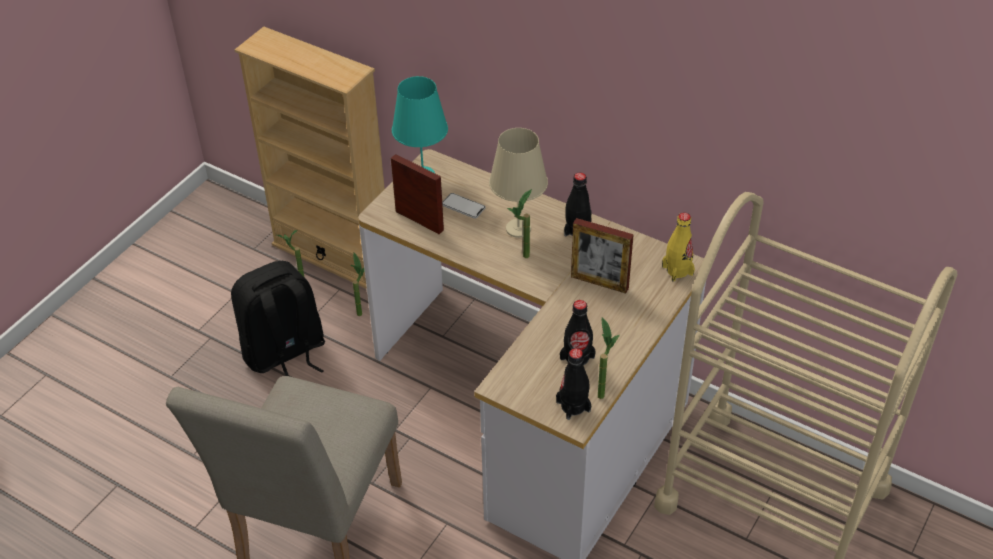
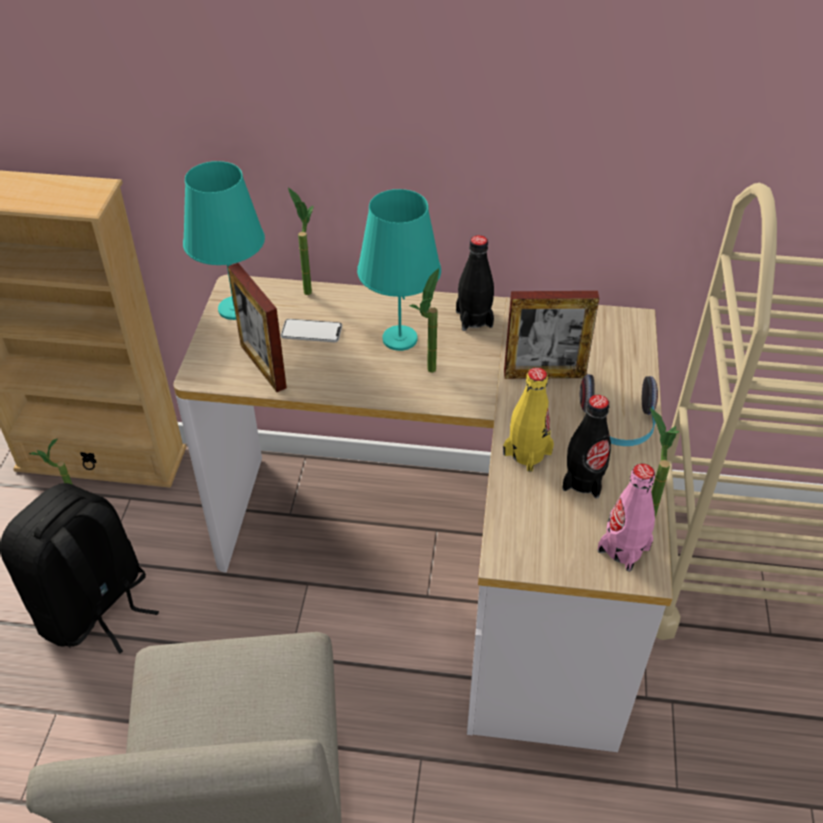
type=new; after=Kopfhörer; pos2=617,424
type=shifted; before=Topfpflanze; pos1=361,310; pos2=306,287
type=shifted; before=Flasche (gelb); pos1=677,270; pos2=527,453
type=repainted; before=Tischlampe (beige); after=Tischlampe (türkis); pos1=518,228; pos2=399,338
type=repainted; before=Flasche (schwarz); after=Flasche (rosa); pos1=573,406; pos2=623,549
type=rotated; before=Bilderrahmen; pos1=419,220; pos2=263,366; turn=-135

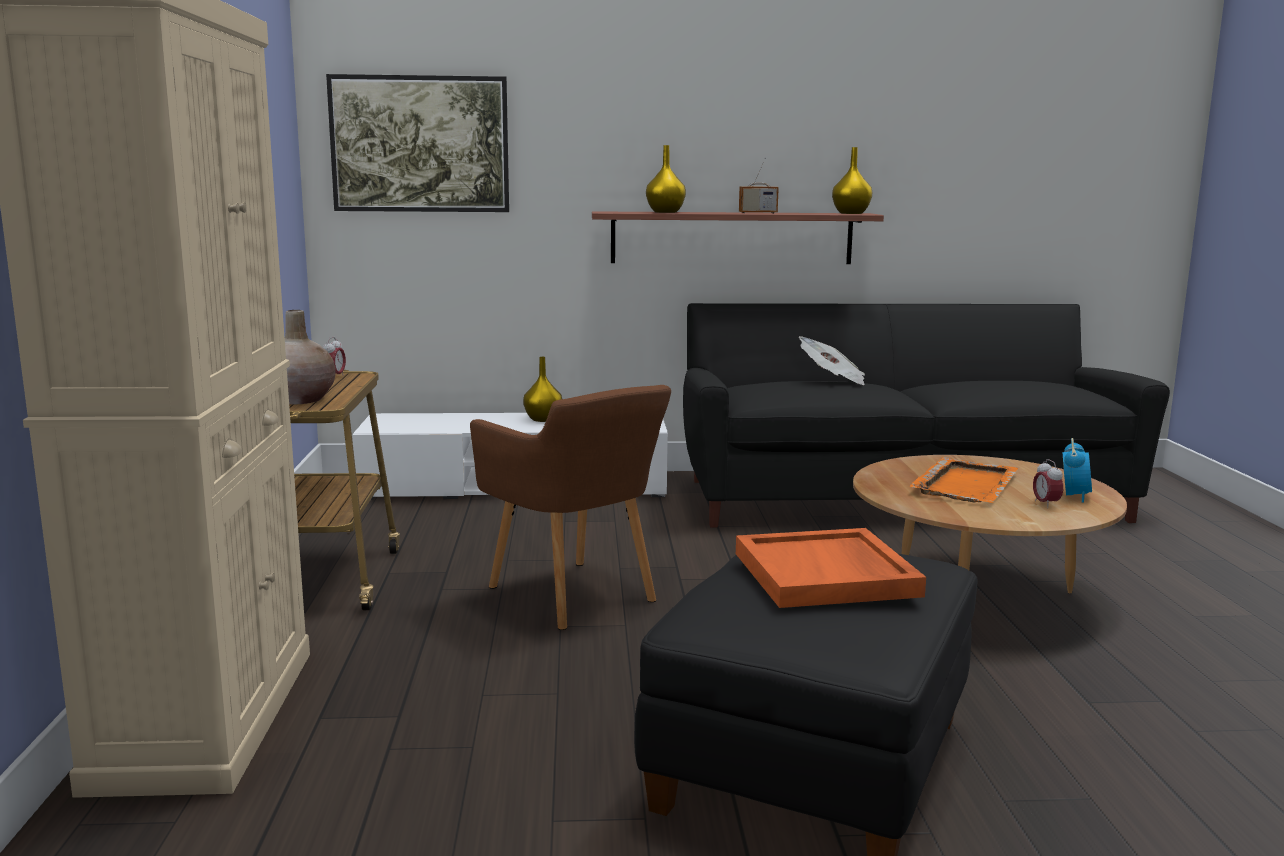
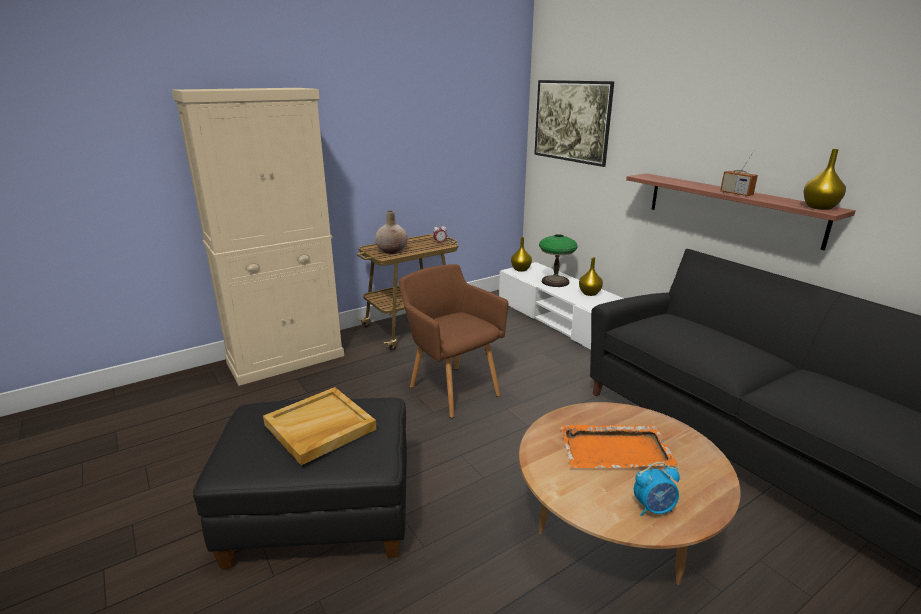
type=gone; before=Zeitung; pos1=832,380
type=gone; before=Wecker; pos1=1045,504
type=new; after=Tischlampe; pos2=555,282
type=shifted; before=Vase (gelb); pos1=665,212; pos2=520,269
type=repainted; before=Tablett (orange); after=Tablett (beige); pos1=827,574; pos2=319,428
type=rotated; before=Sessel (braun); pos1=575,597; pos2=451,388; turn=120

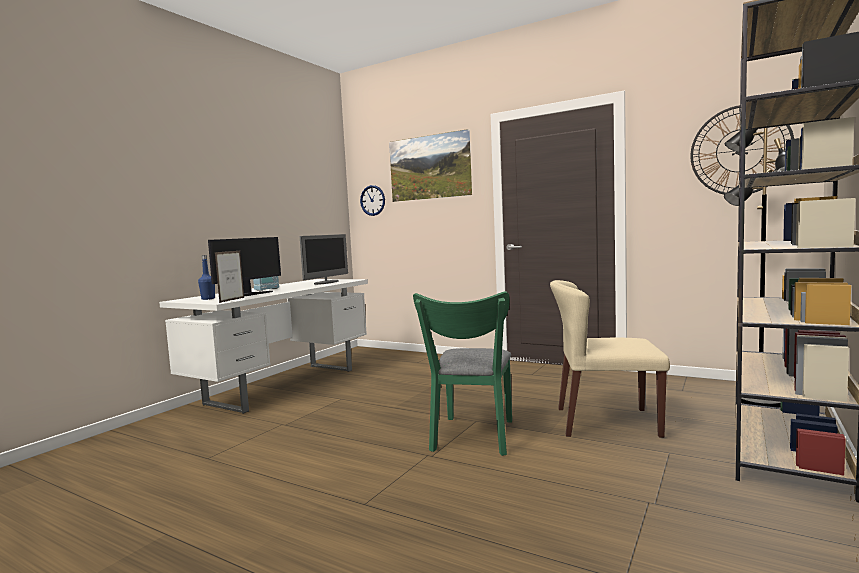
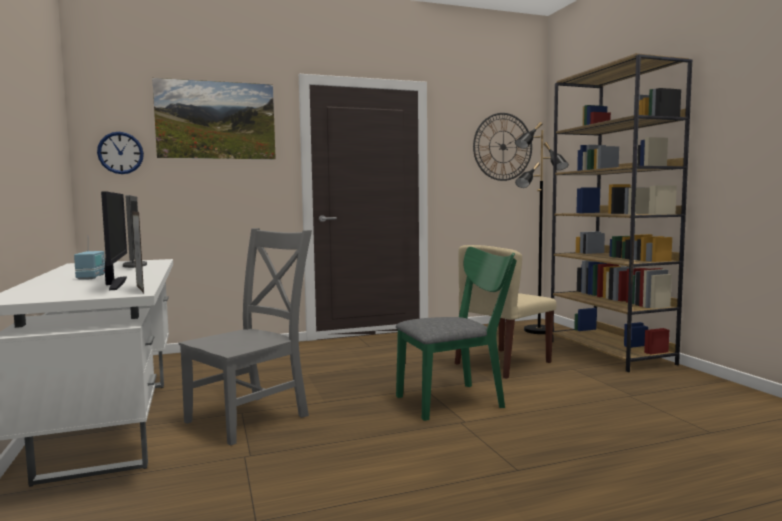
type=gone; before=Flasche (blau); pos1=208,299
type=new; after=Stuhl (grau); pos2=252,417
type=rotated; before=Stuhl (grün); pos1=472,438; pos2=456,400; turn=-75

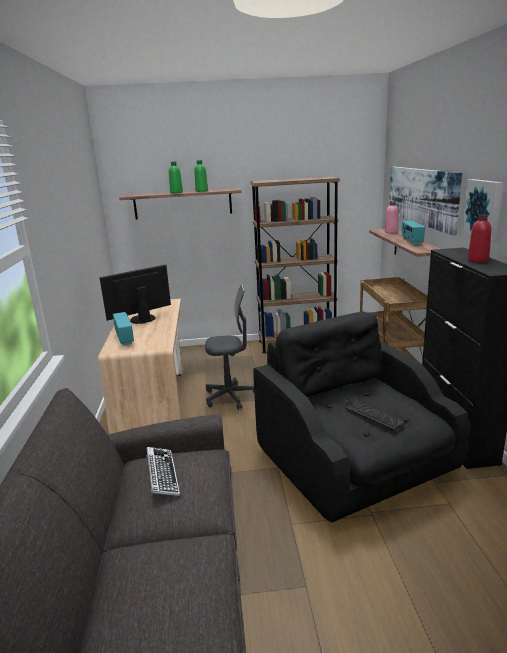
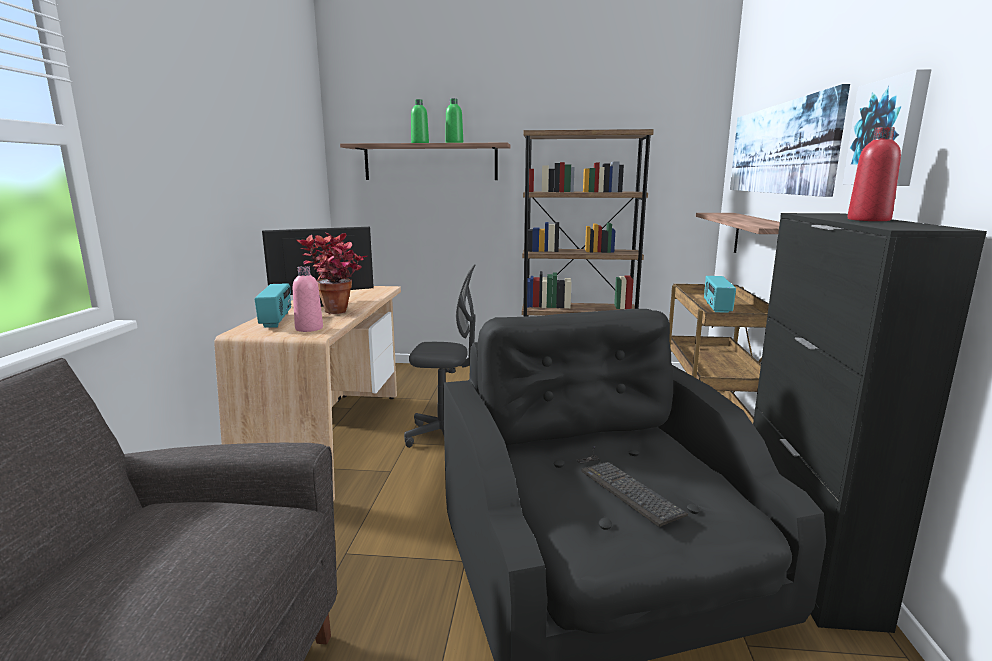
type=gone; before=Tastatur; pos1=162,475
type=new; after=Topfpflanze; pos2=337,314
type=shifted; before=Flasche (rosa); pos1=391,232; pos2=309,328
type=shifted; before=Radio; pos1=411,241; pos2=716,309

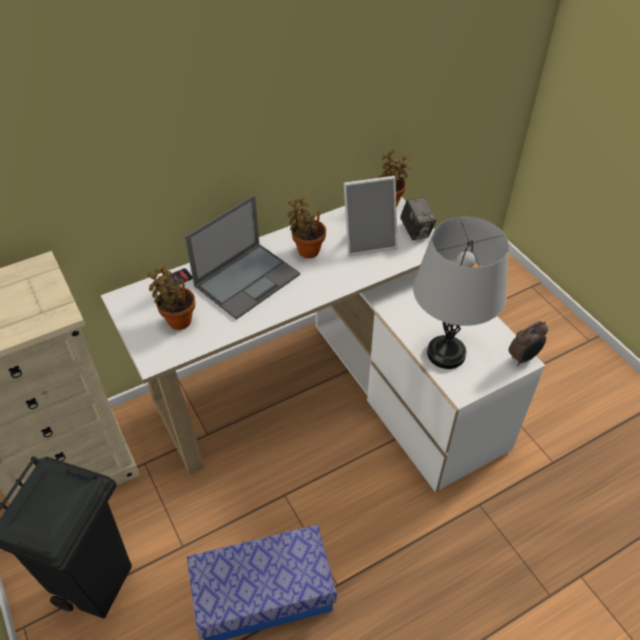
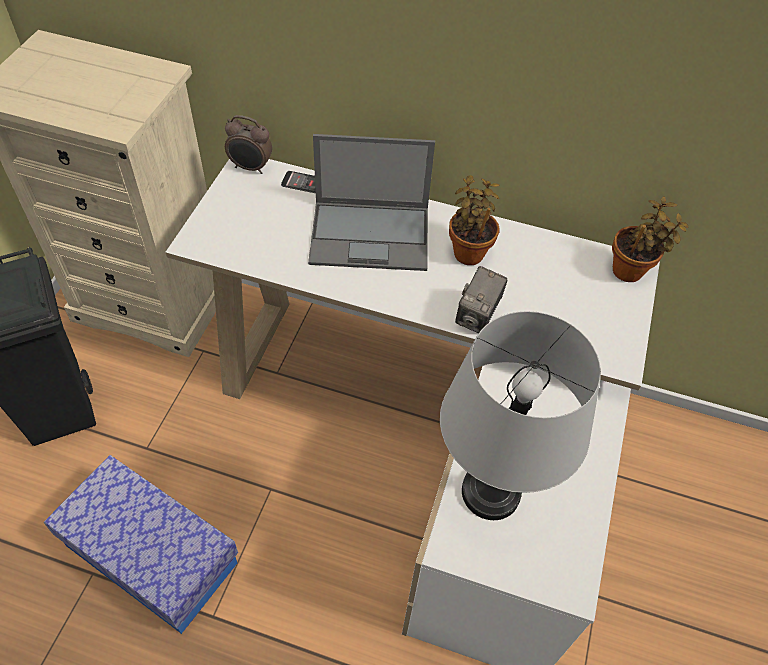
type=gone; before=Topfpflanze; pos1=177,320
type=gone; before=Bilderrahmen; pos1=368,241
type=shifted; before=Kamera; pos1=416,231; pos2=477,316
type=shifted; before=Wecker; pos1=523,358; pos2=251,168

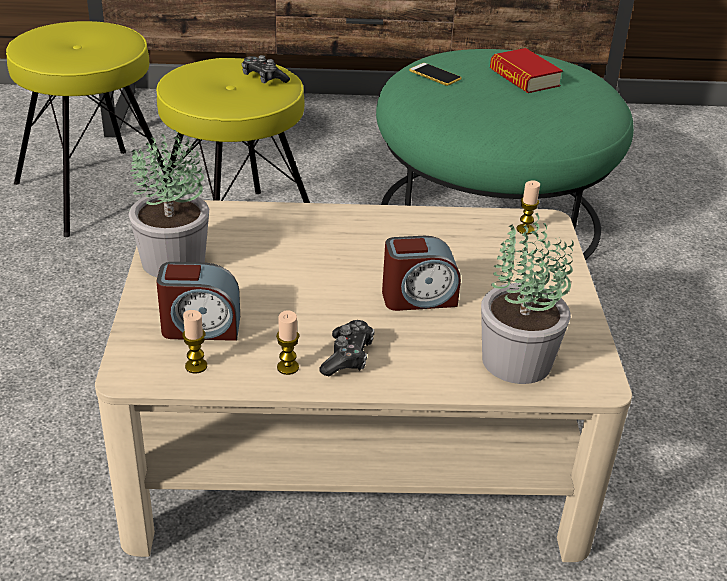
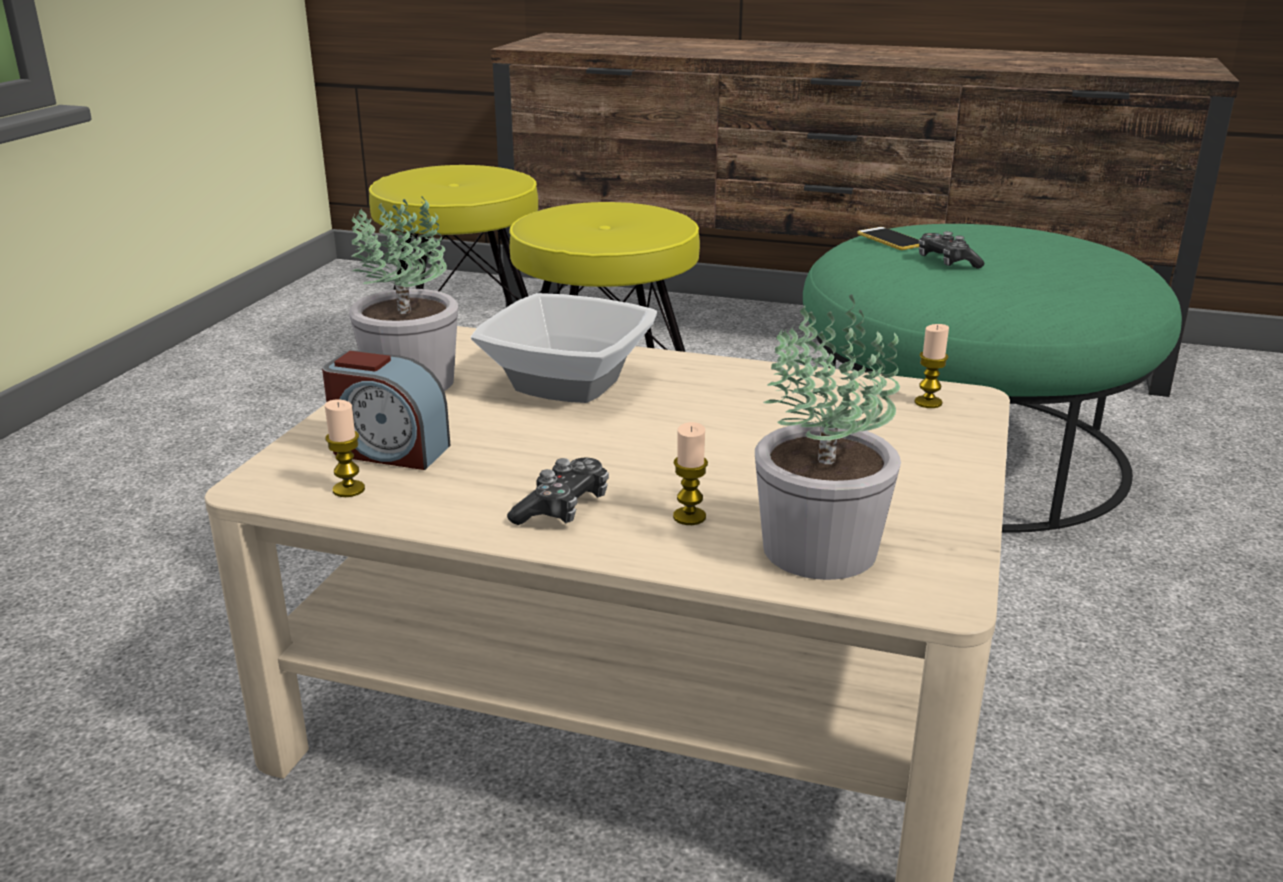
type=gone; before=Wecker; pos1=418,298
type=gone; before=Buch; pos1=524,78
type=new; after=Schüssel; pos2=571,383
type=shifted; before=Gamepad; pos1=263,78; pos2=946,262
type=shifted; before=Kerze; pos1=288,367; pos2=689,517

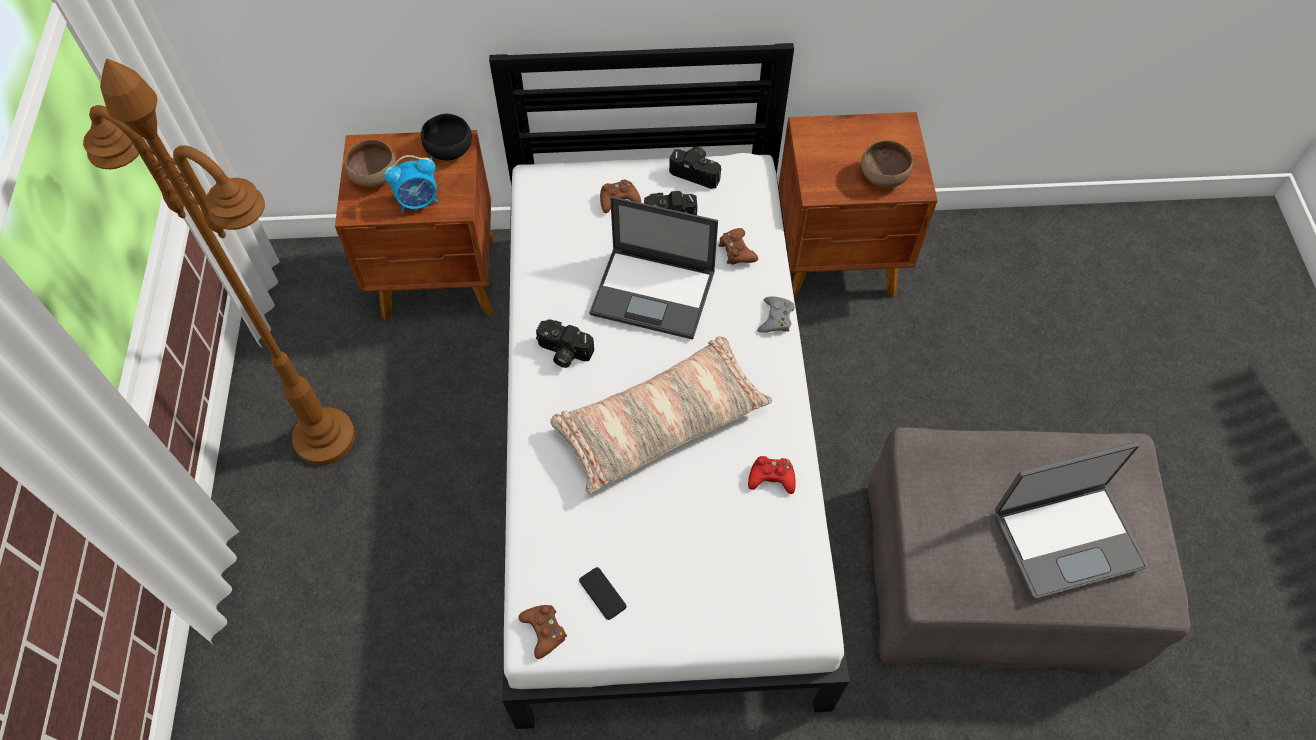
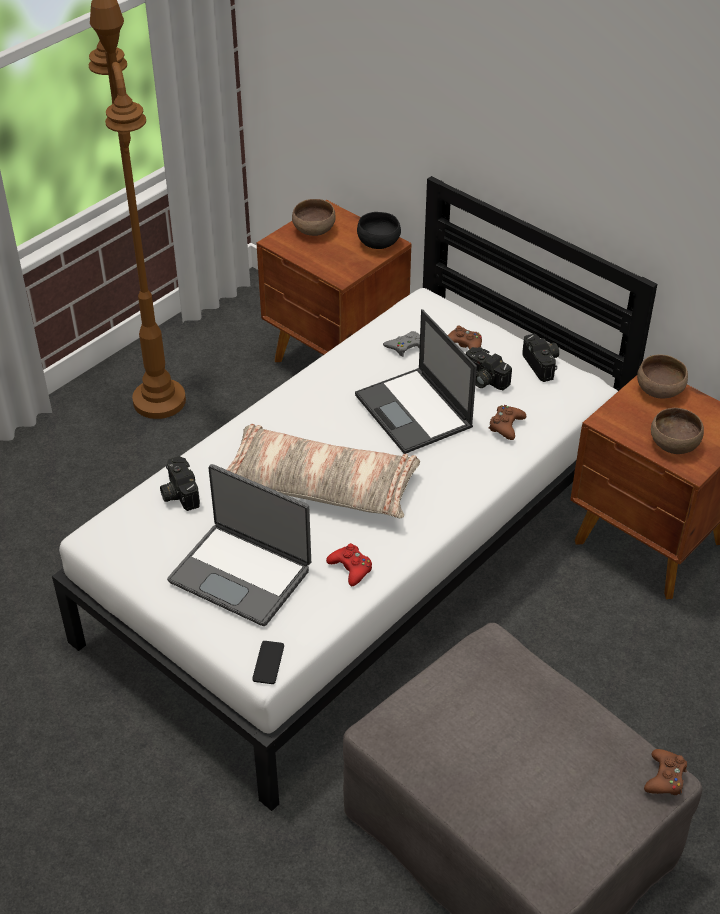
type=gone; before=Wecker; pos1=419,201
type=new; after=Schüssel (braun); pos2=660,391
type=shifted; before=Gamepad (braun); pos1=544,631; pos2=665,778
type=shifted; before=Kamera; pos1=563,352; pos2=178,493
type=shifted; before=Handy; pos1=602,593; pos2=268,663
type=shifted; before=Gamepad (grau); pos1=776,318; pos2=404,346
type=shifted; before=Laptop; pos1=1066,538; pos2=242,574

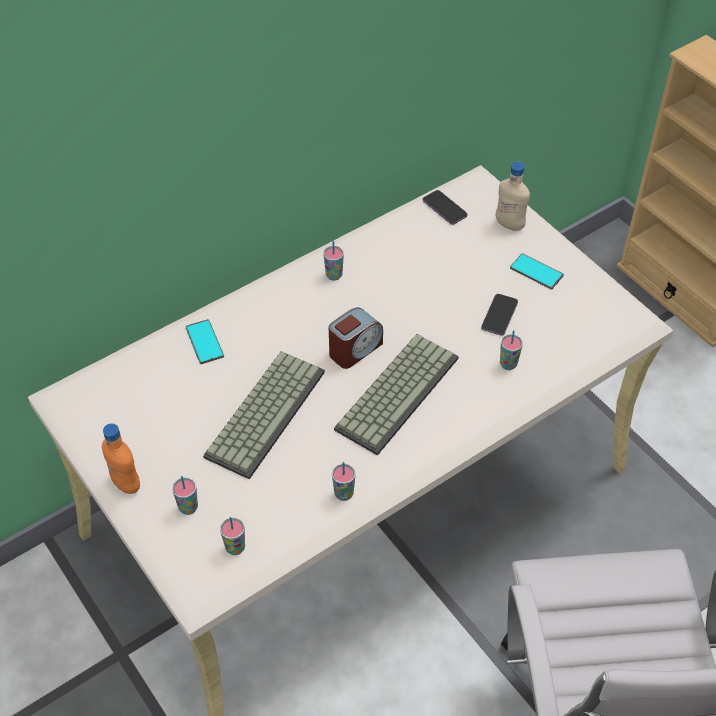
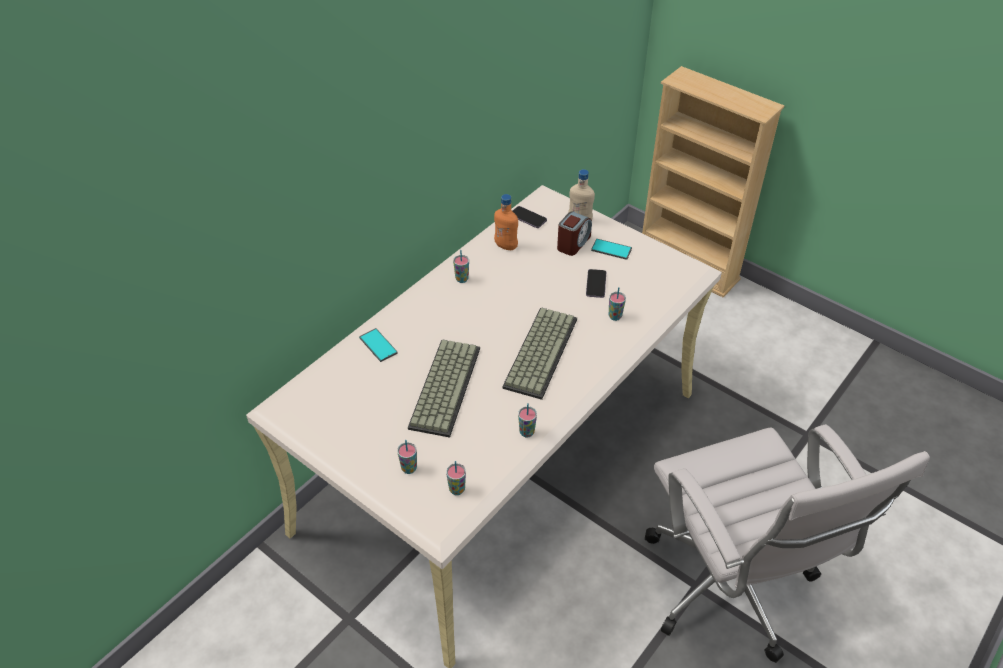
type=shifted; before=Flasche (orange); pos1=126,483; pos2=506,246
type=shifted; before=Wecker; pos1=355,349; pos2=573,243

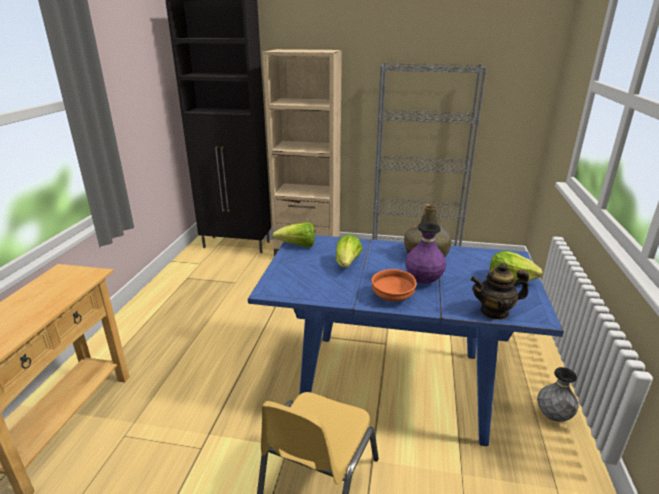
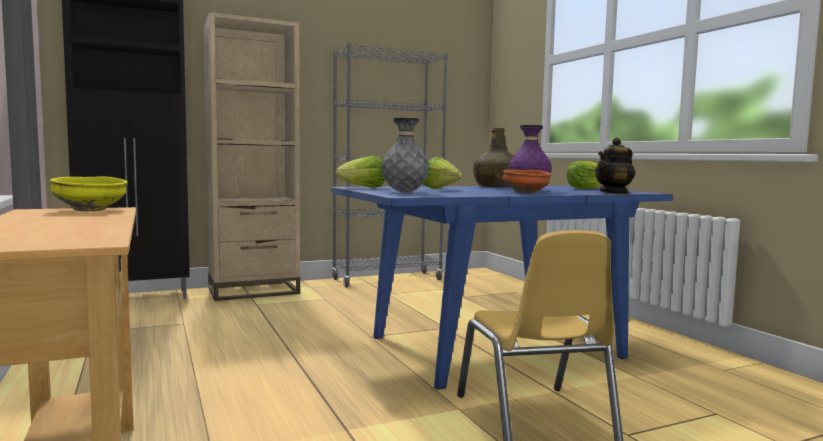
type=new; after=Schüssel (gelb); pos2=90,210
type=shifted; before=Vase (grau); pos1=553,416; pos2=405,192

